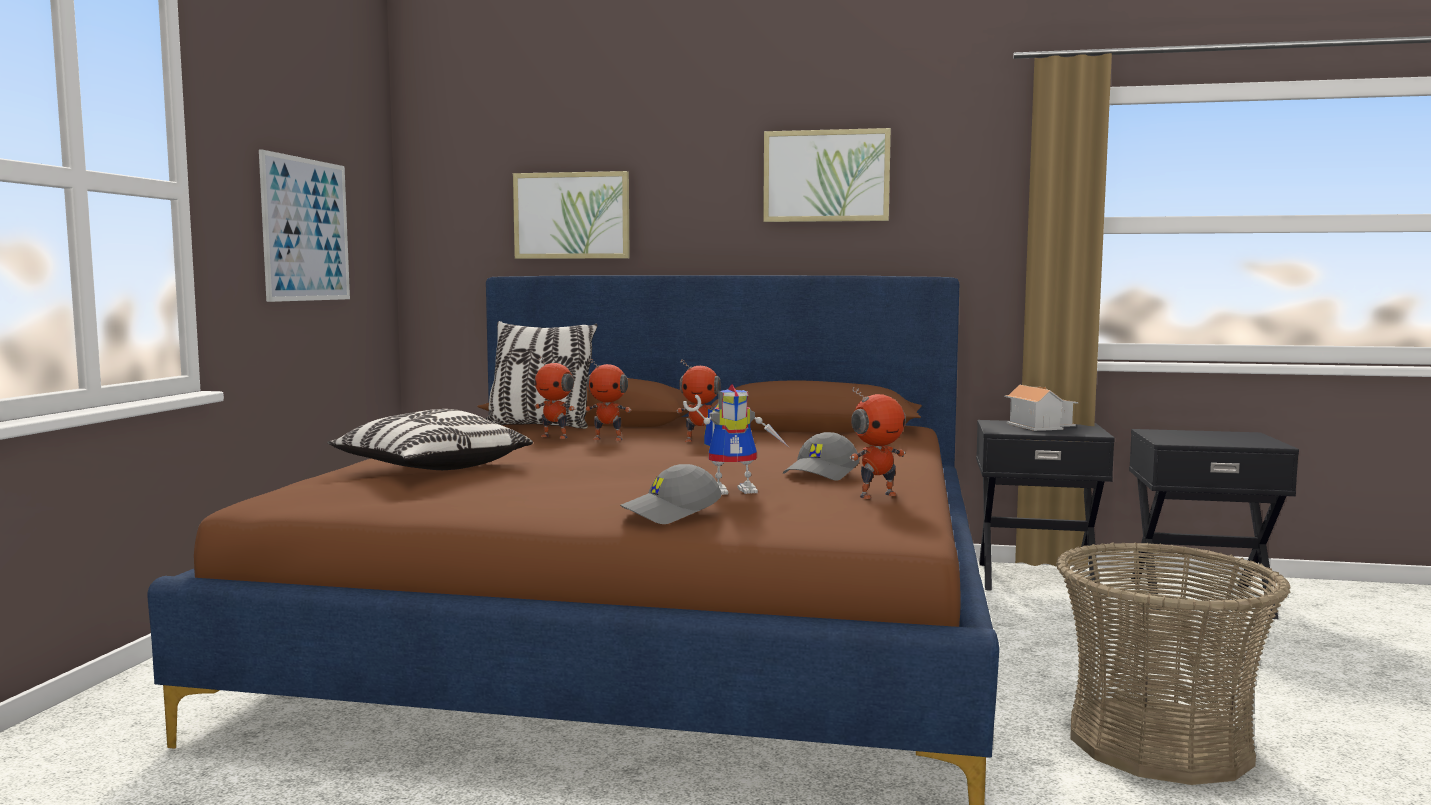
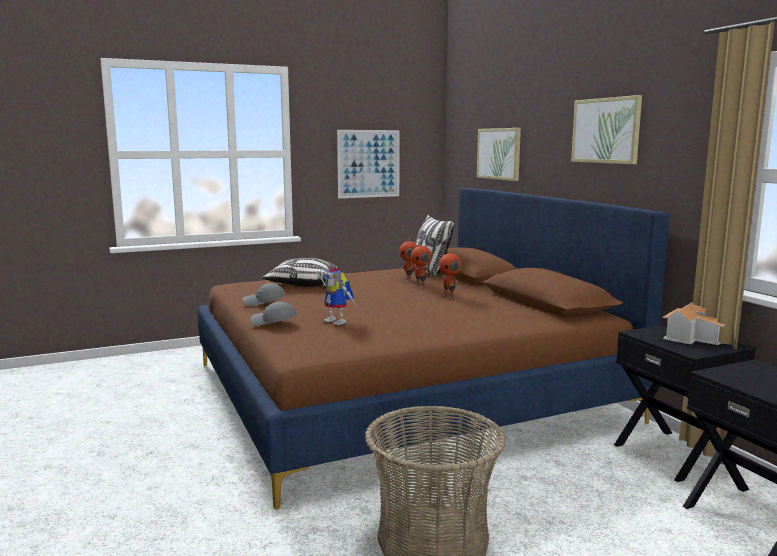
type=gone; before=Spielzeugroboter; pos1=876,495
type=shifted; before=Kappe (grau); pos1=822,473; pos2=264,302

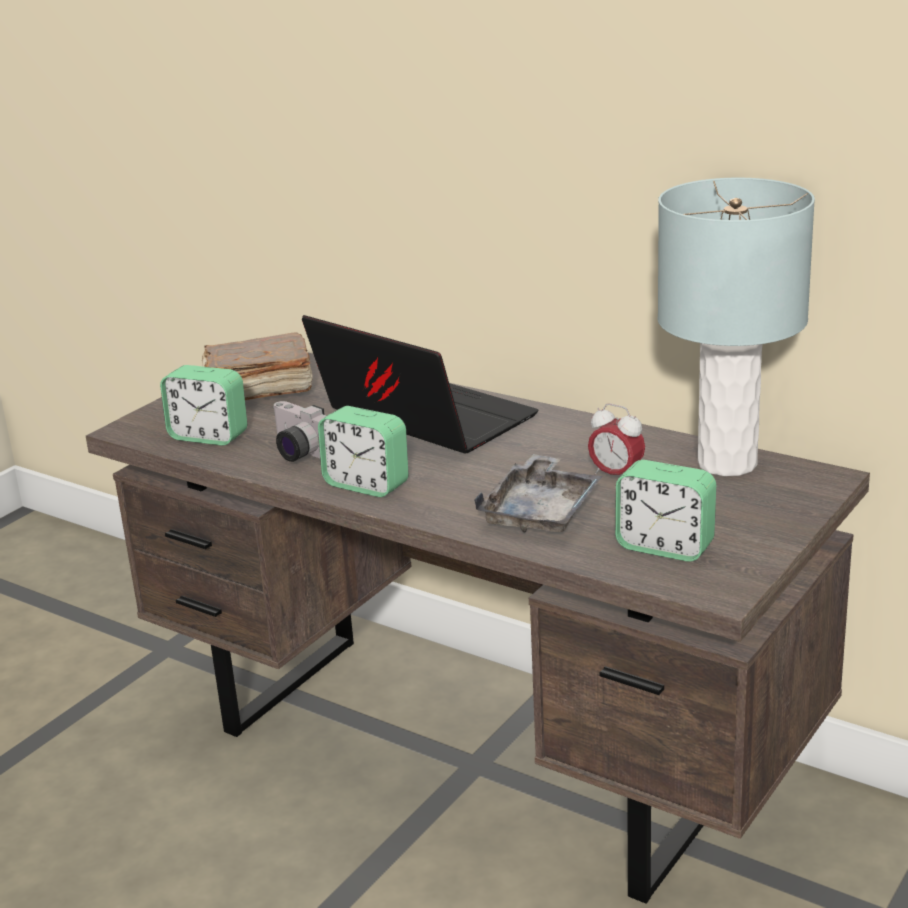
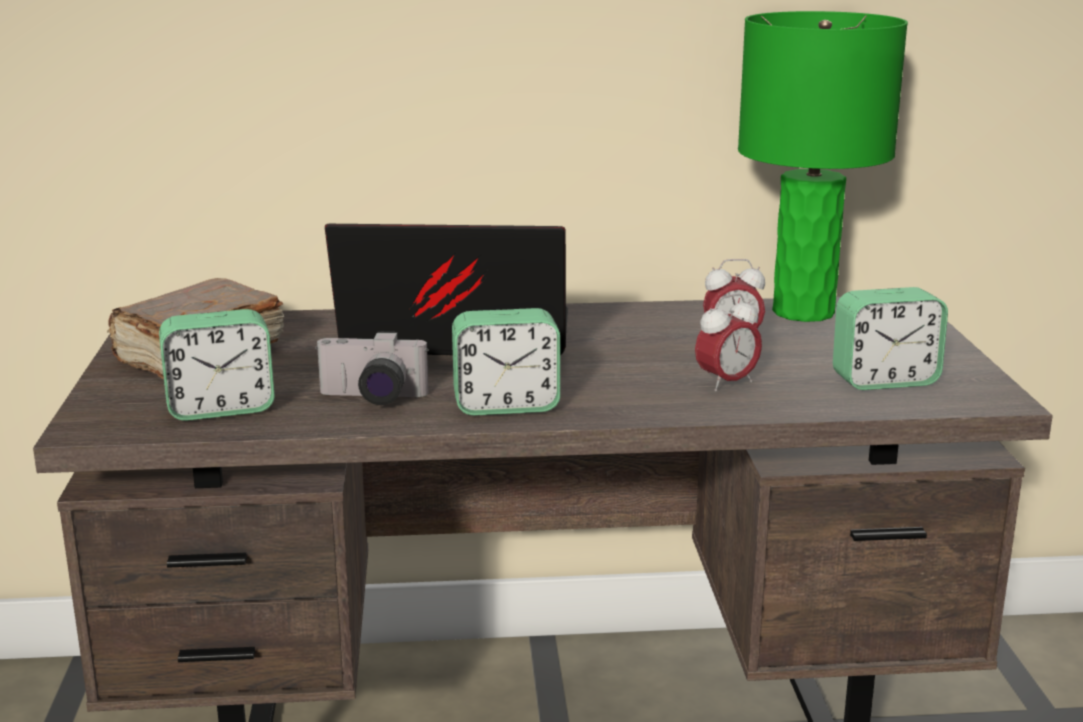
type=swapped; before=Tablett (grau); after=Wecker; pos1=541,512; pos2=726,383
type=repainted; before=Tischlampe (grau); after=Tischlampe (grün); pos1=726,463; pos2=803,312

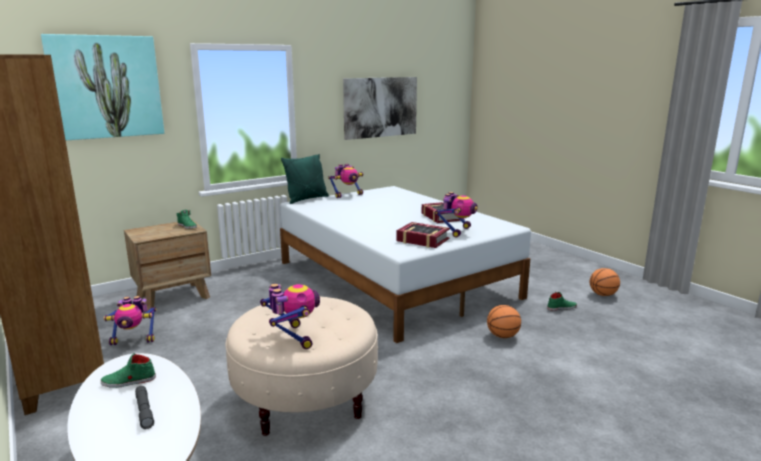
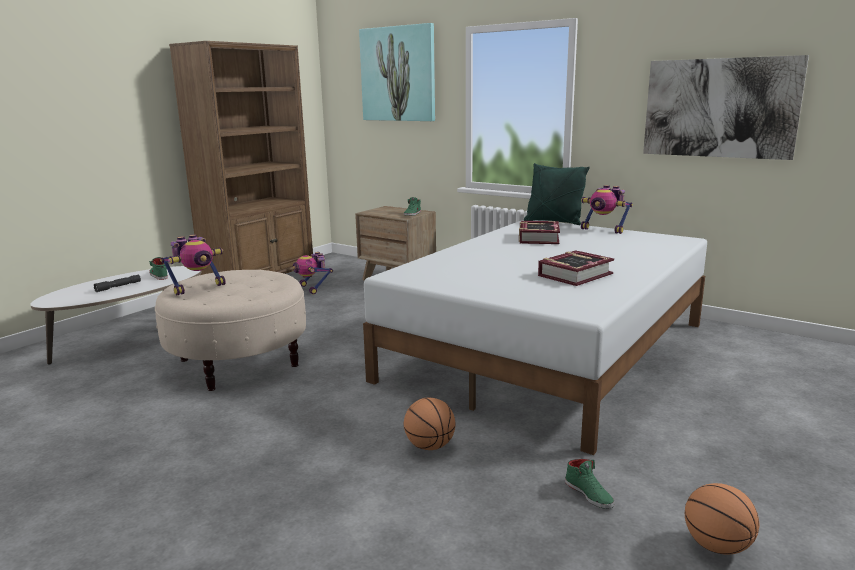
type=gone; before=Spielzeugroboter; pos1=456,231
type=shifted; before=Buch; pos1=422,240; pos2=538,238

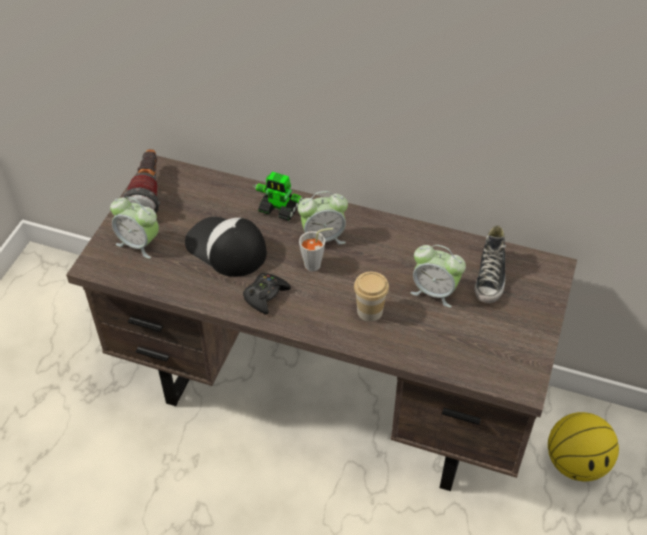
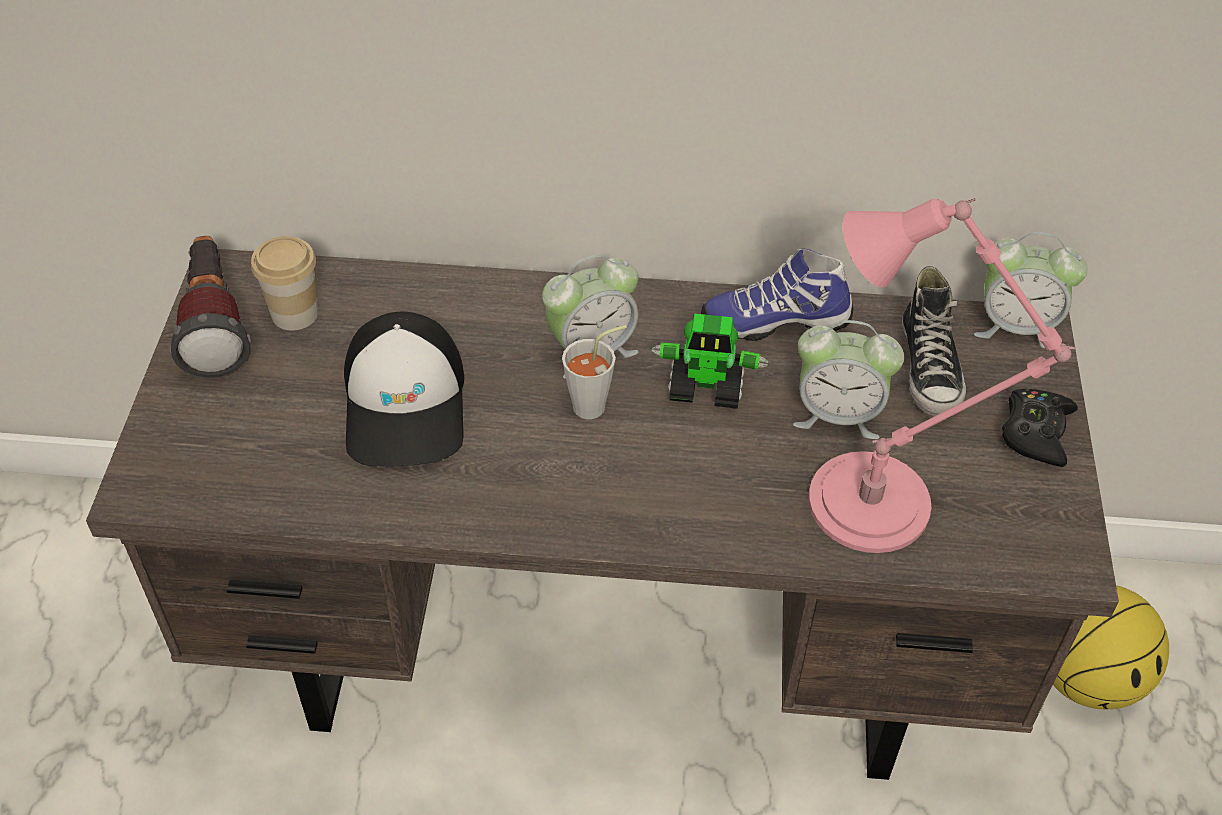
type=new; after=Schuh; pos2=774,320
type=new; after=Tischlampe (rosa); pos2=880,505
type=shifted; before=Wecker; pos1=139,243; pos2=1015,326
type=shifted; before=Gamepad (schwarz); pos1=265,296; pos2=1035,432
type=shifted; before=Spielzeugroboter; pos1=279,209; pos2=706,388
type=shifted; before=Tasse; pos1=369,311; pos2=295,313
type=rotated; before=Kappe; pos1=226,248; pos2=406,404; turn=-120

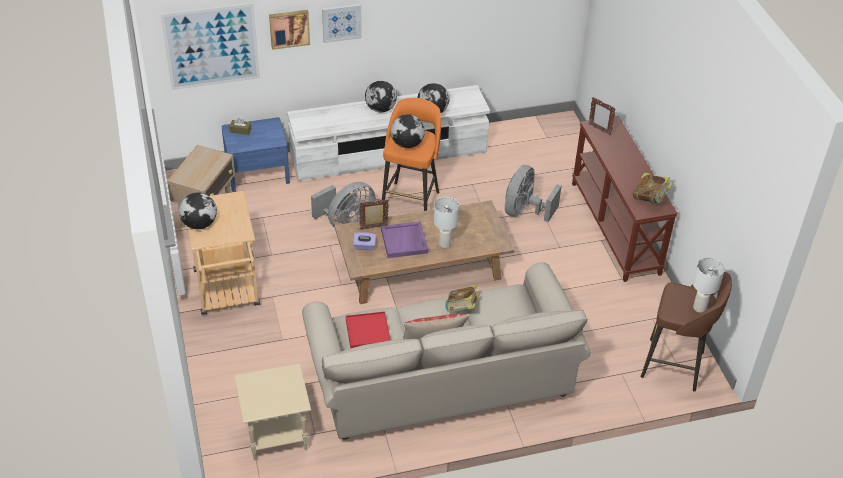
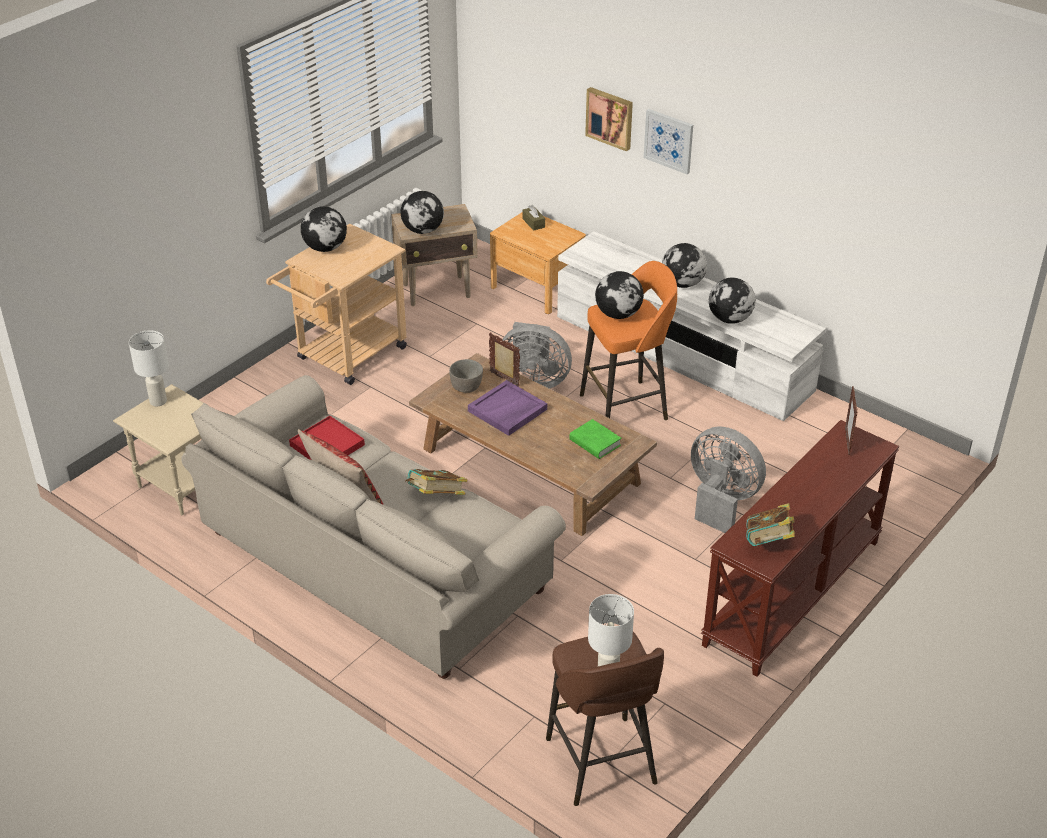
type=gone; before=Bild; pos1=211,46
type=new; after=Globus; pos2=423,230
type=new; after=Buch (grün); pos2=595,443
type=shifted; before=Tischlampe (weiß); pos1=444,243; pos2=158,401
type=swapped; before=Taschentuchbox (lila); after=Schüssel (grau); pos1=364,246; pos2=467,387
type=repainted; before=Nachttisch (blau); after=Nachttisch (braun); pos1=257,173; pos2=537,288
type=rotated; before=Ventilator (grau); pos1=524,211; pos2=721,501; turn=45

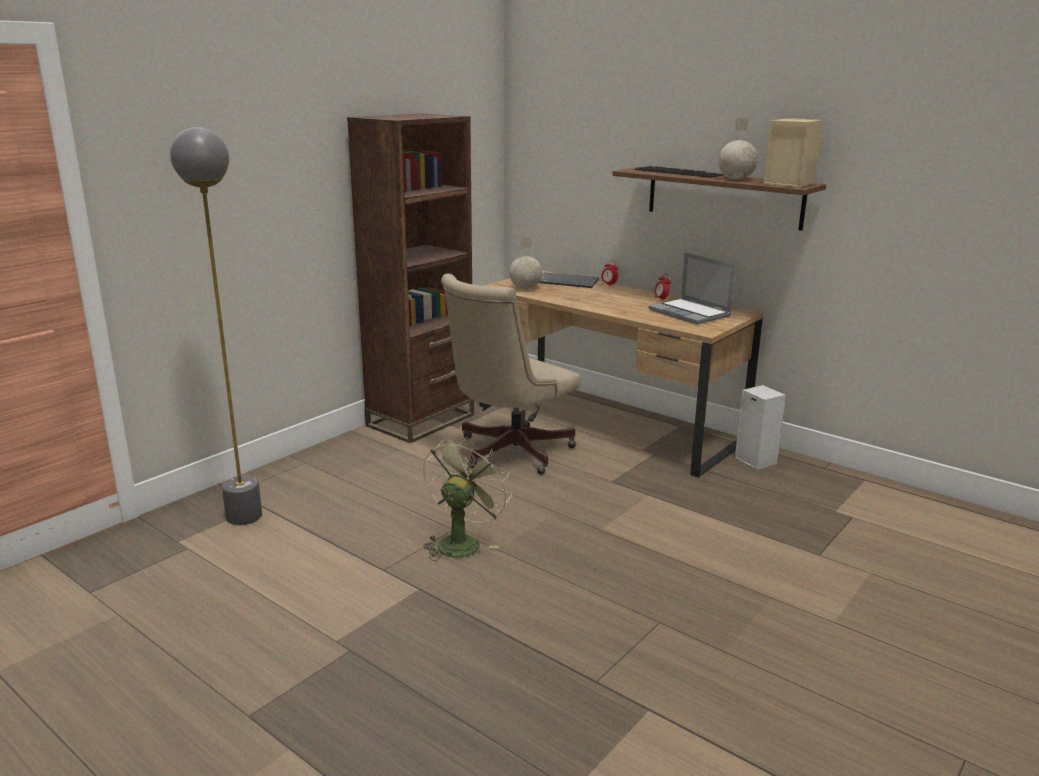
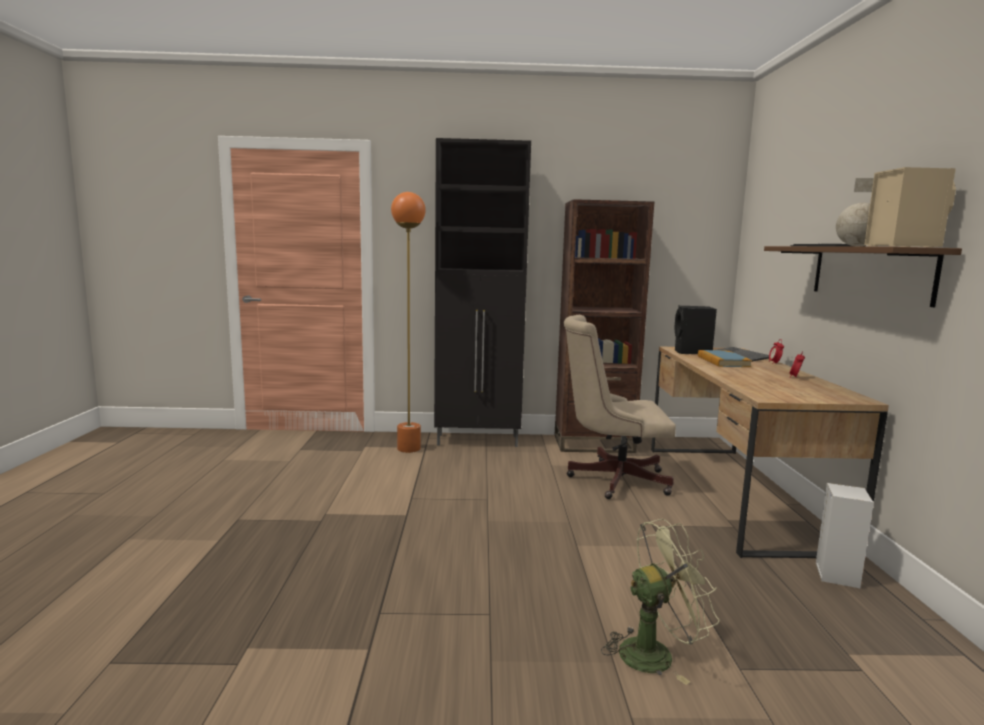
type=gone; before=Laptop; pos1=691,313
type=new; after=Schrank (schwarz); pos2=478,441
type=new; after=Buch; pos2=723,361
type=shifted; before=Ventilator (grün); pos1=461,542; pos2=655,652
type=swapped; before=Globus; after=Lautsprecher (schwarz); pos1=525,288; pos2=692,352
type=repainted; before=Stehlampe (grau); after=Stehlampe (orange); pos1=244,516; pos2=409,449

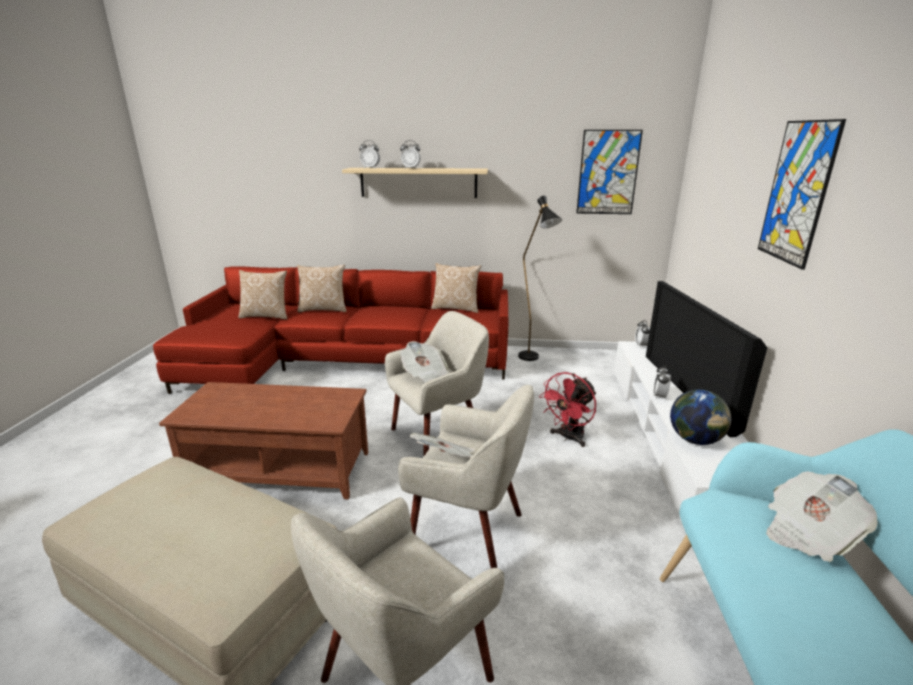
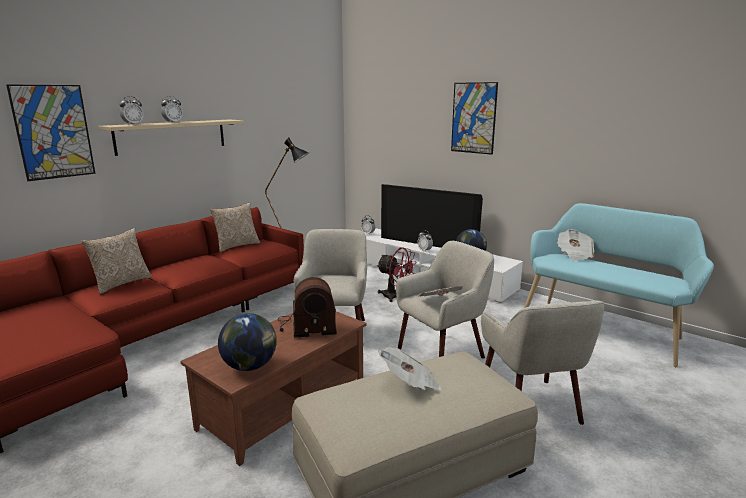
type=gone; before=Kissen; pos1=266,316
type=new; after=Globus; pos2=250,366
type=new; after=Radio; pos2=306,326
type=shifted; before=Zeitung; pos1=425,375; pos2=410,384
type=shifted; before=Bild; pos1=608,173; pos2=53,132
type=rotated; before=Ventilator (rot); pos1=568,438; pos2=395,296; turn=-45

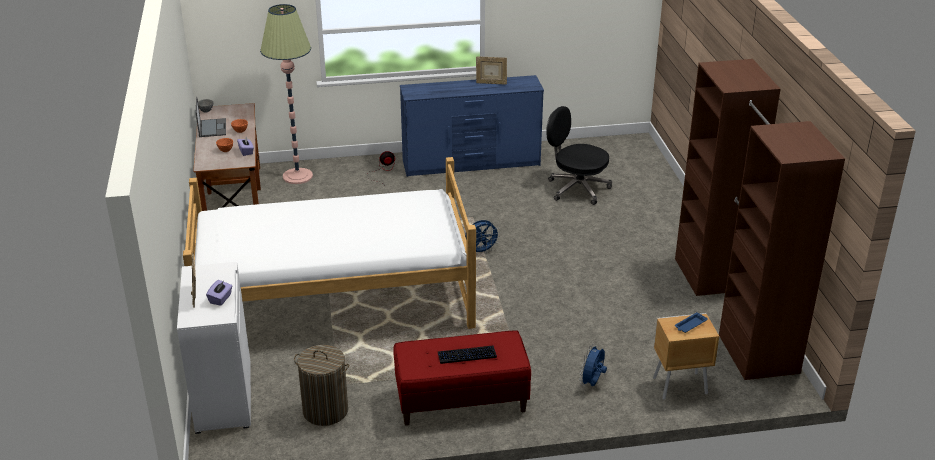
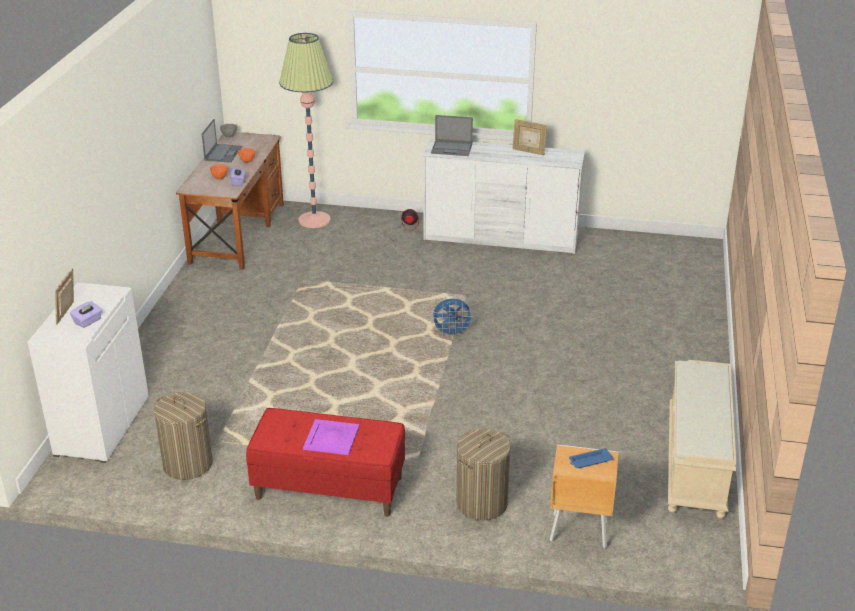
type=gone; before=Bett; pos1=334,300
type=gone; before=Bürostuhl (schwarz); pos1=576,189
type=new; after=Laptop; pos2=452,148
type=swapped; before=Tastatur; after=Tablett (lila); pos1=466,355; pos2=331,438
type=swapped; before=Ventilator (blau); after=Wäschekorb; pos1=592,383; pos2=481,503
type=swapped; before=Kleiderschrank (braun); after=Bank (beige); pos1=733,312; pos2=696,462
type=repainted; before=Kommode (blau); after=Kommode (weiß); pos1=471,163; pos2=501,238

